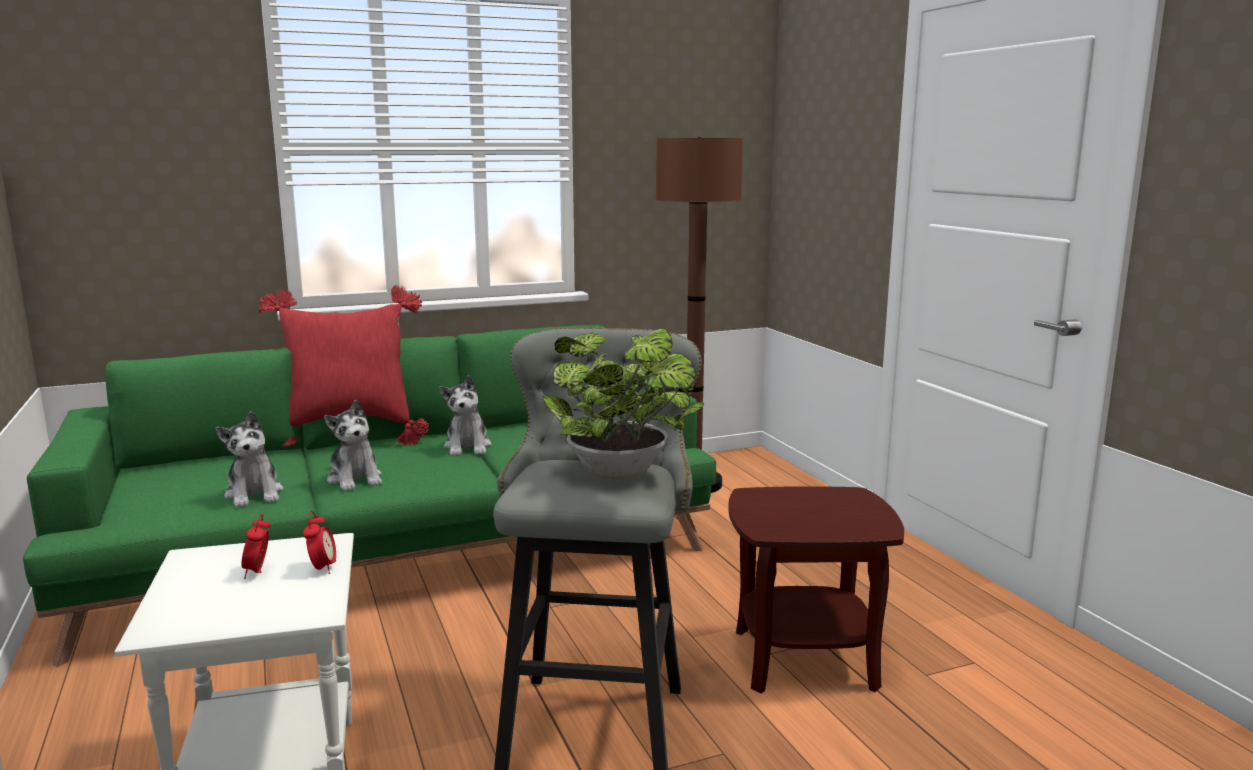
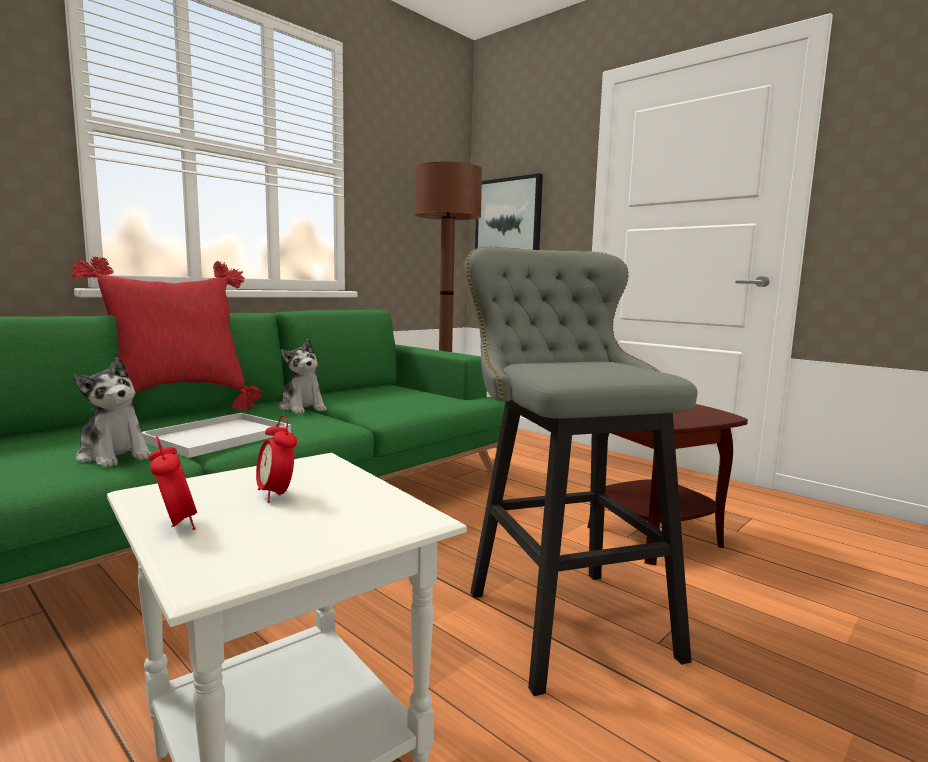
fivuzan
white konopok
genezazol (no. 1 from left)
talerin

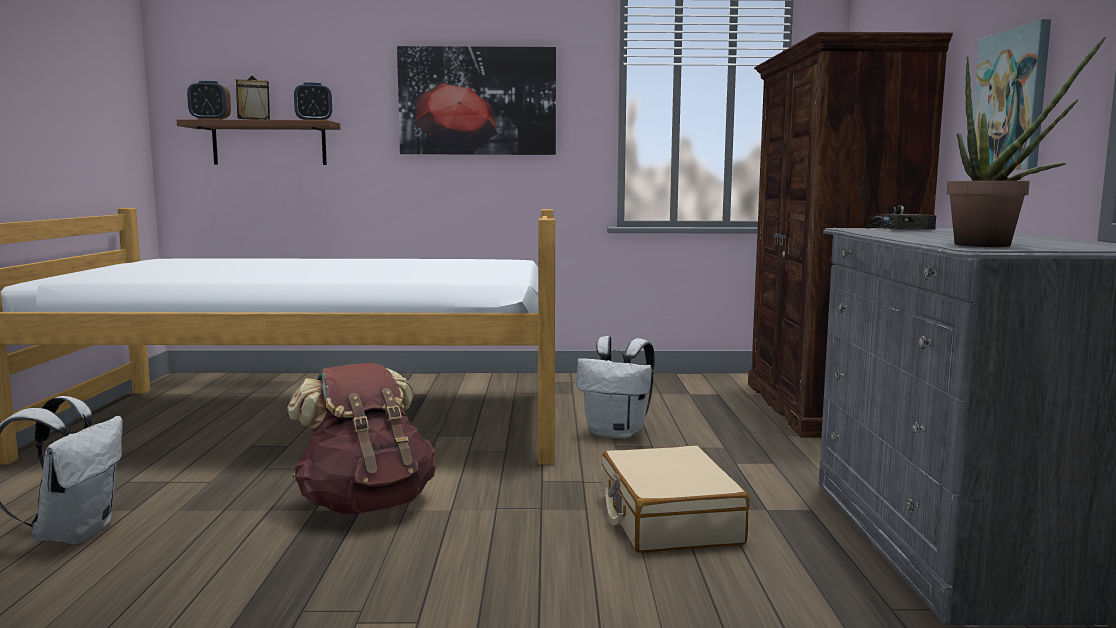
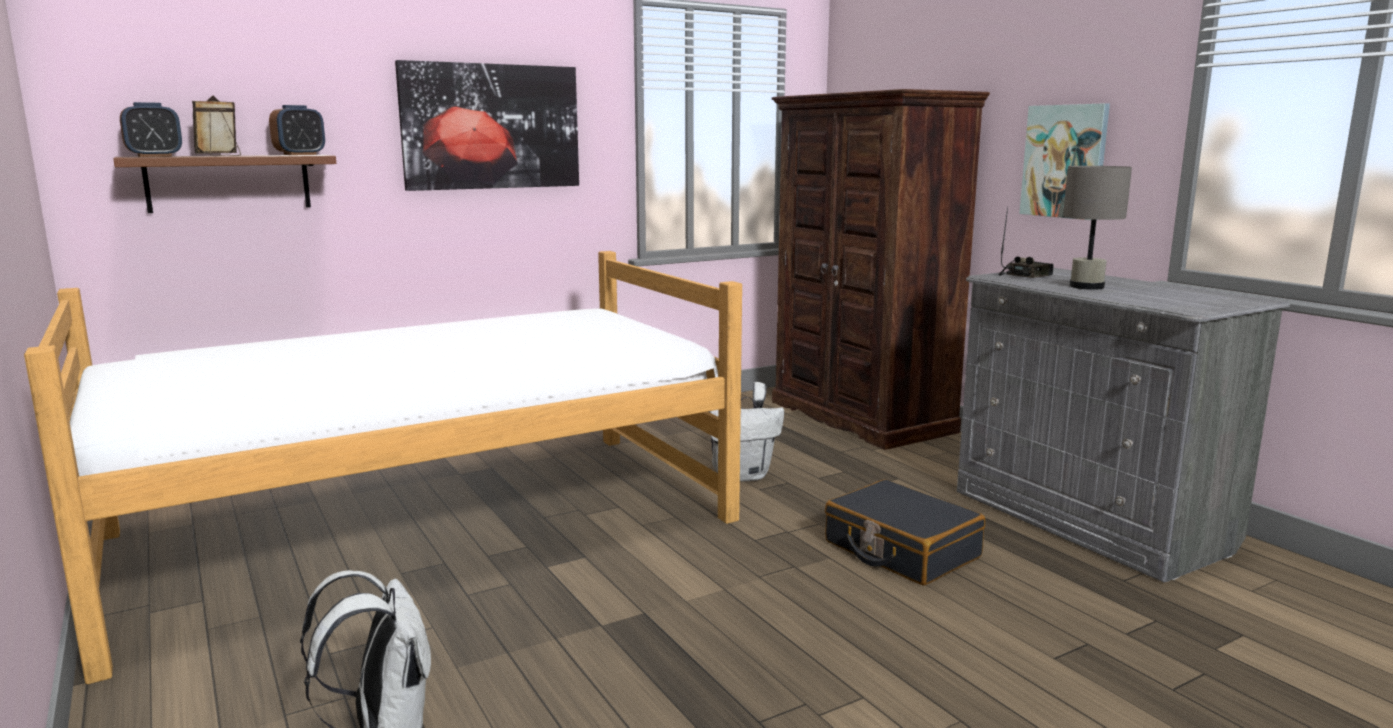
fivuzan
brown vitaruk
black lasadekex
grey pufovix

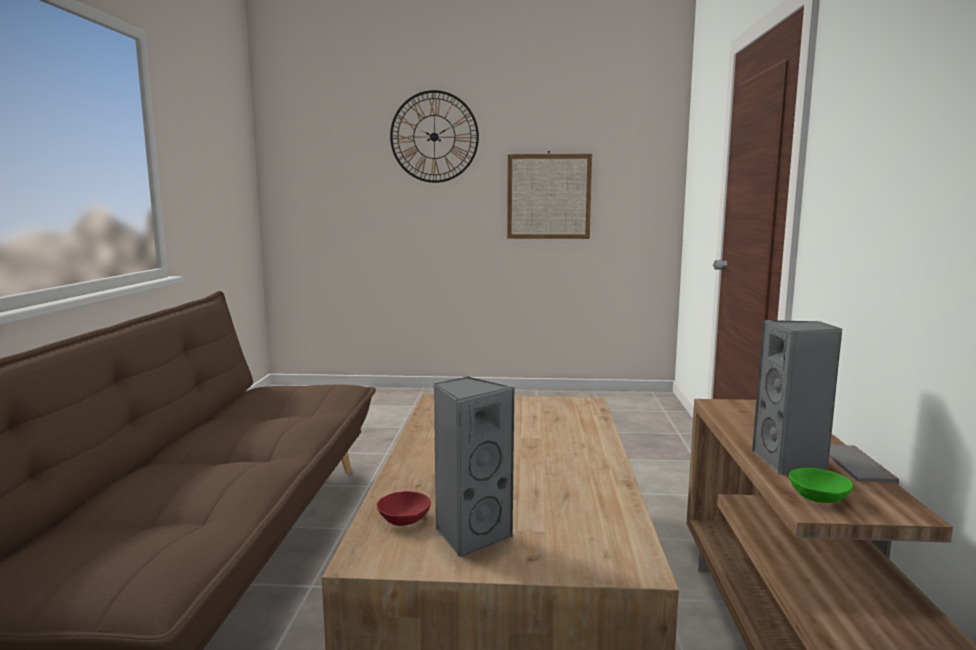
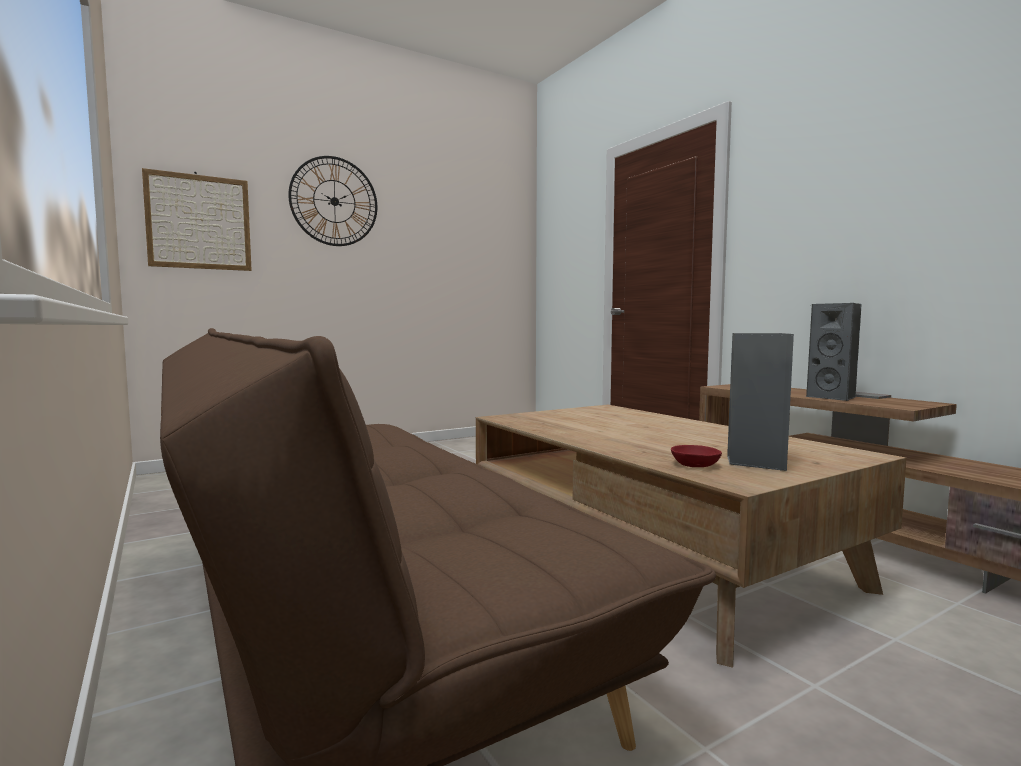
talerin
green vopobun

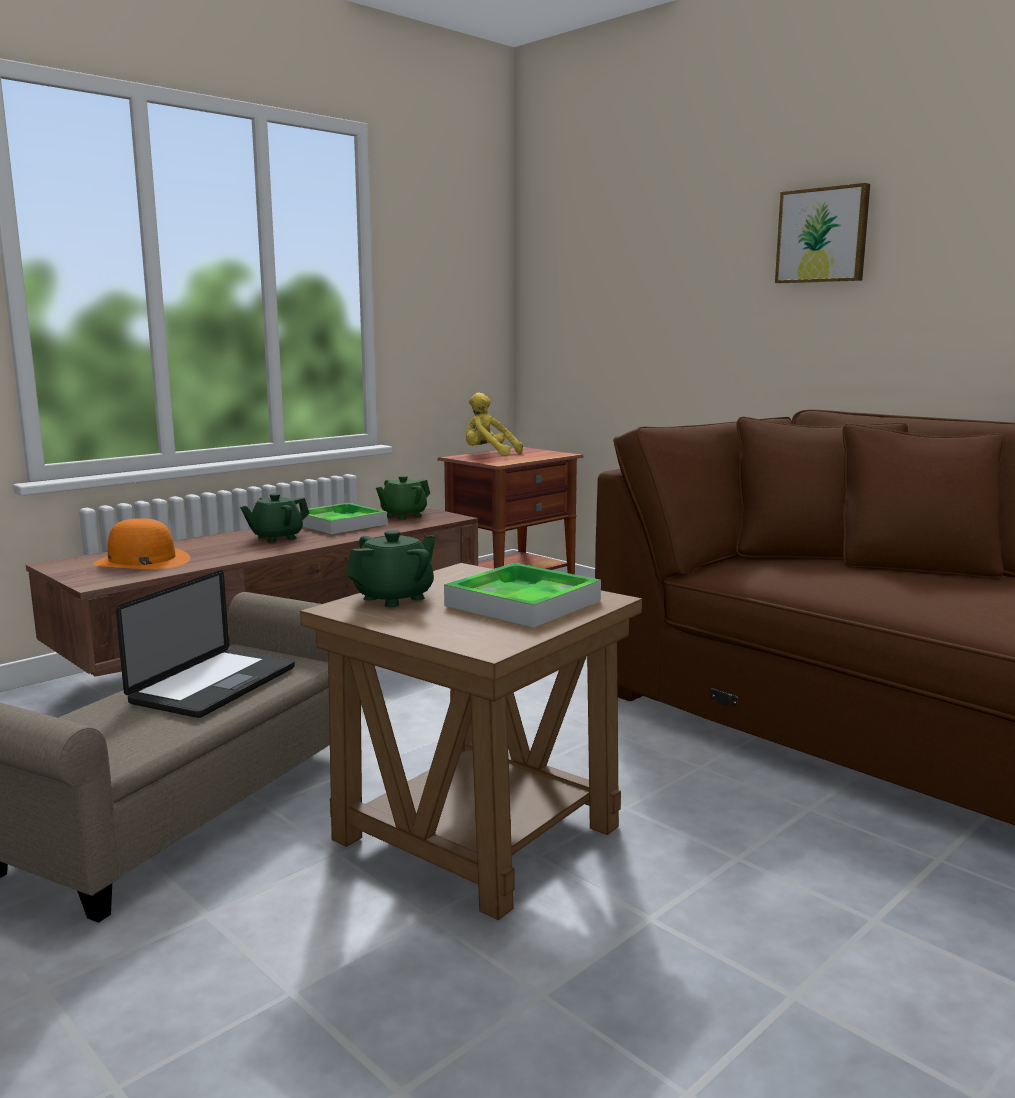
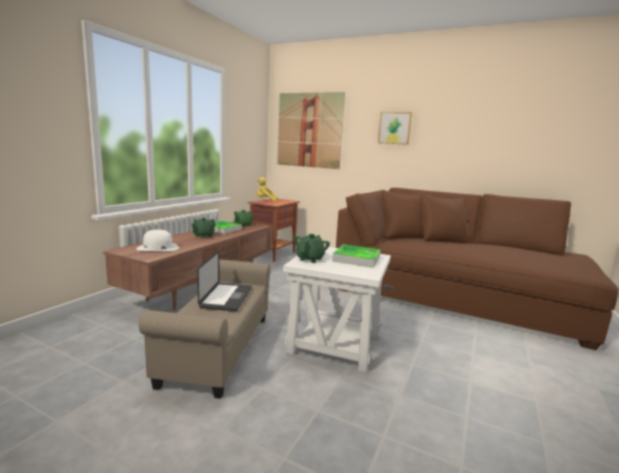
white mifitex
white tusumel
talerin (no. 1 from left)

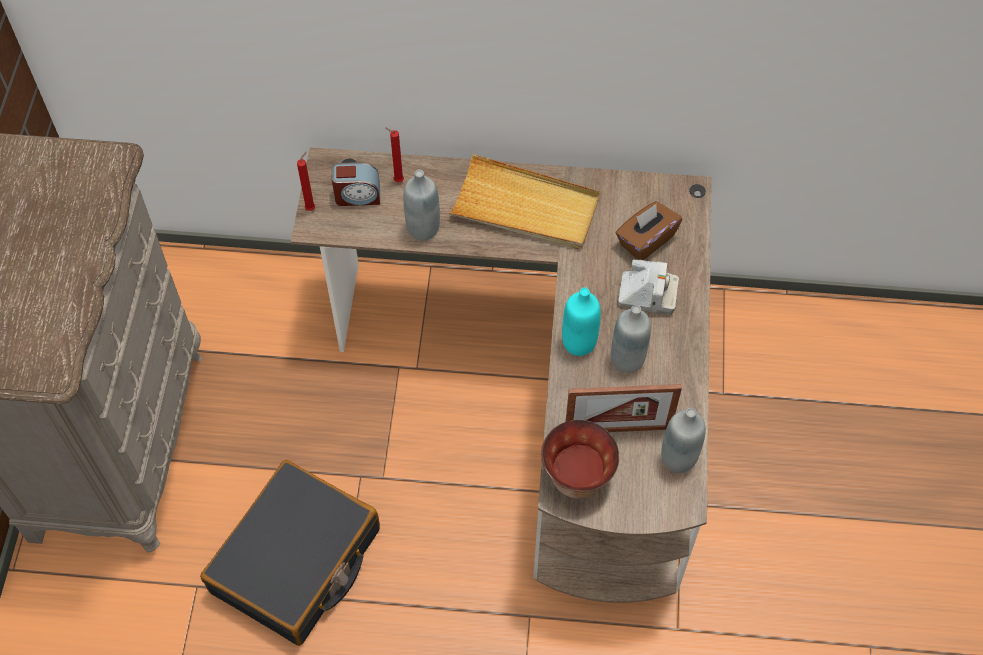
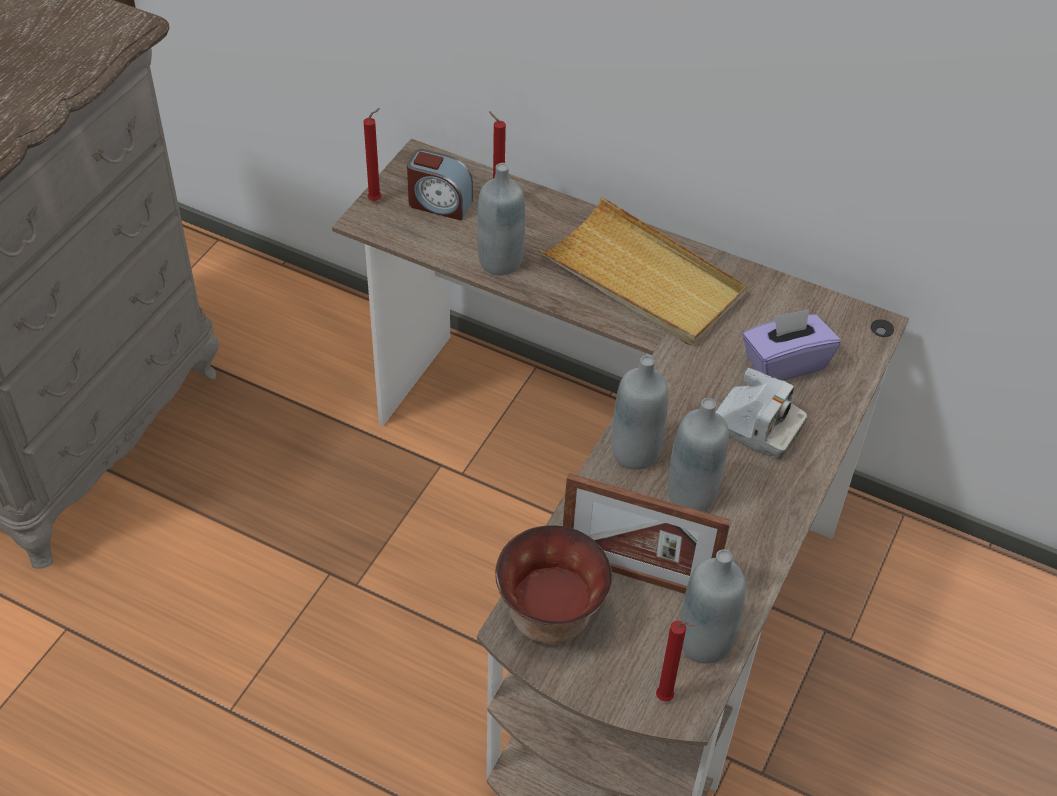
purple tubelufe
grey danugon (no. 2 from left)
black lasadekex
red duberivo (no. 3 from left)

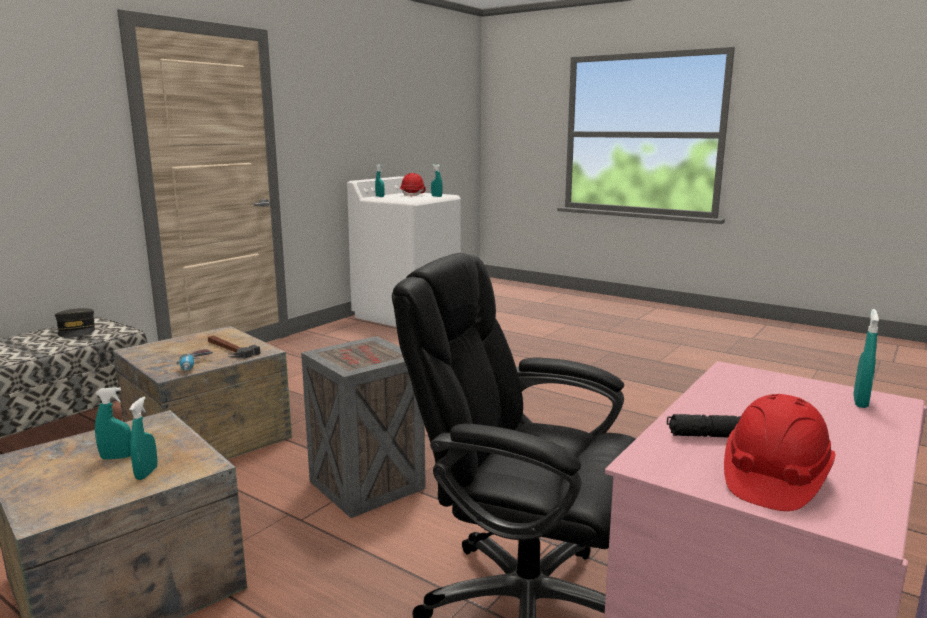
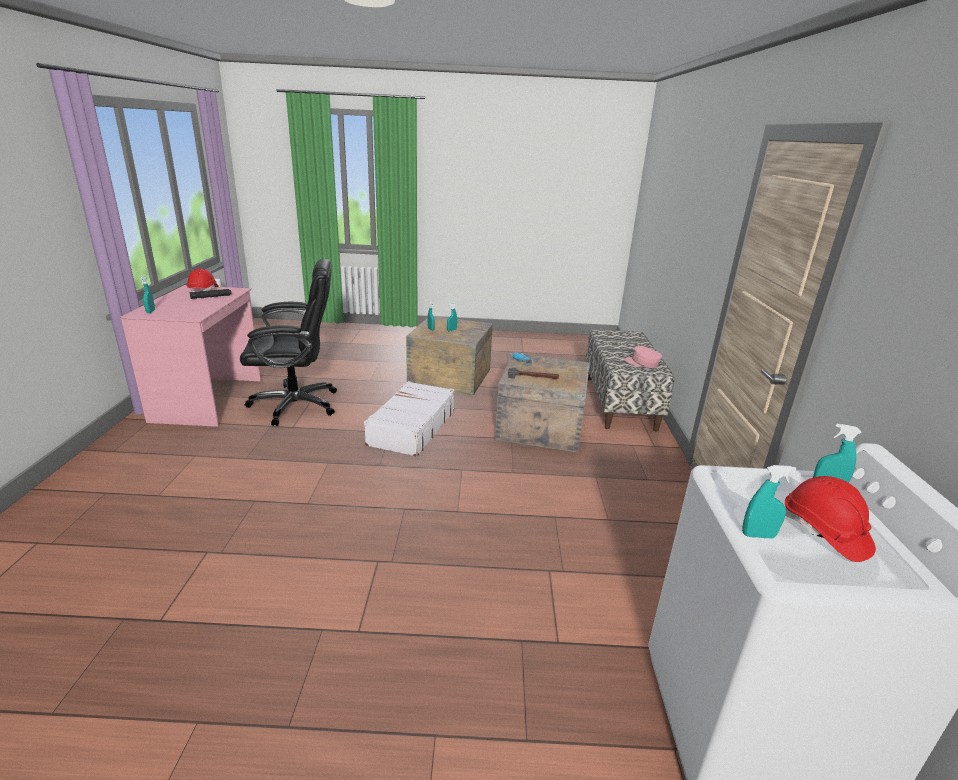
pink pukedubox
white lasadekex

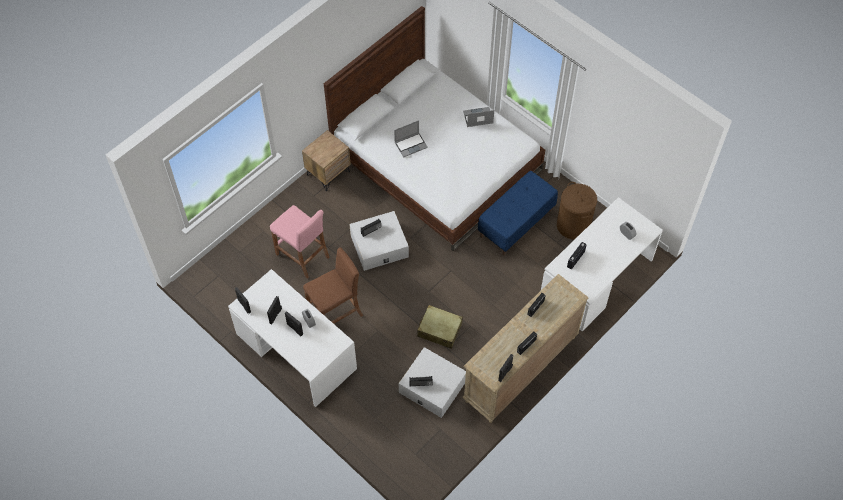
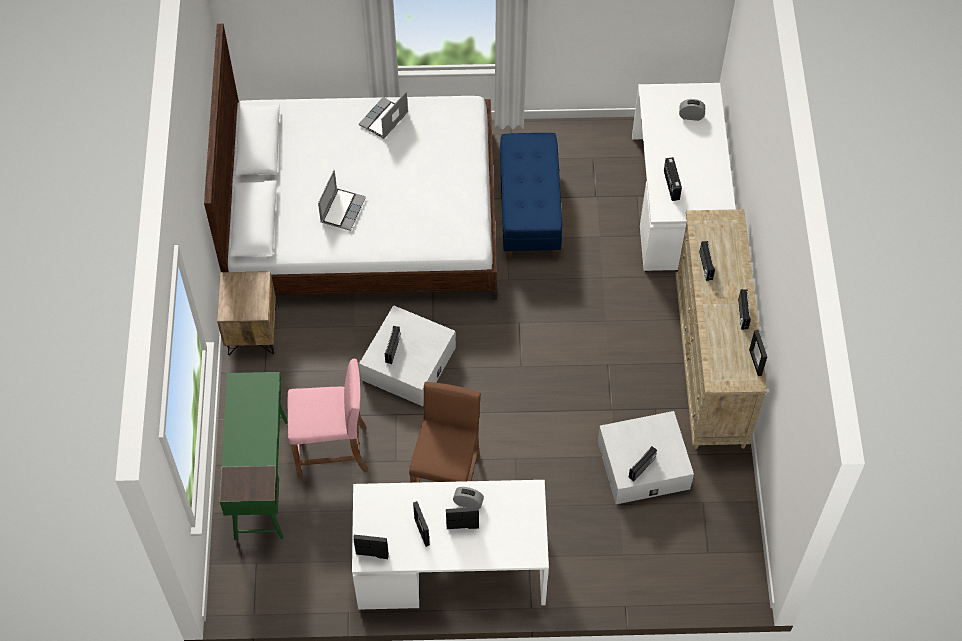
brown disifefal
beige lasadekex
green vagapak

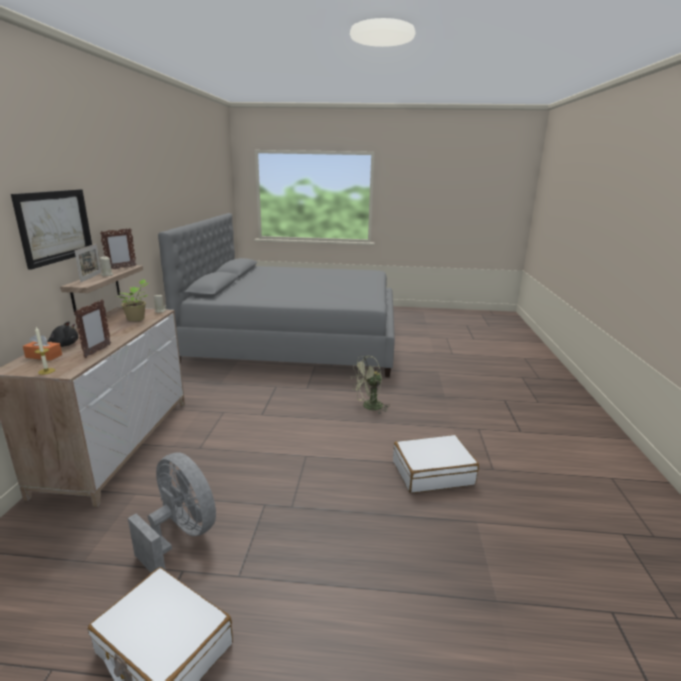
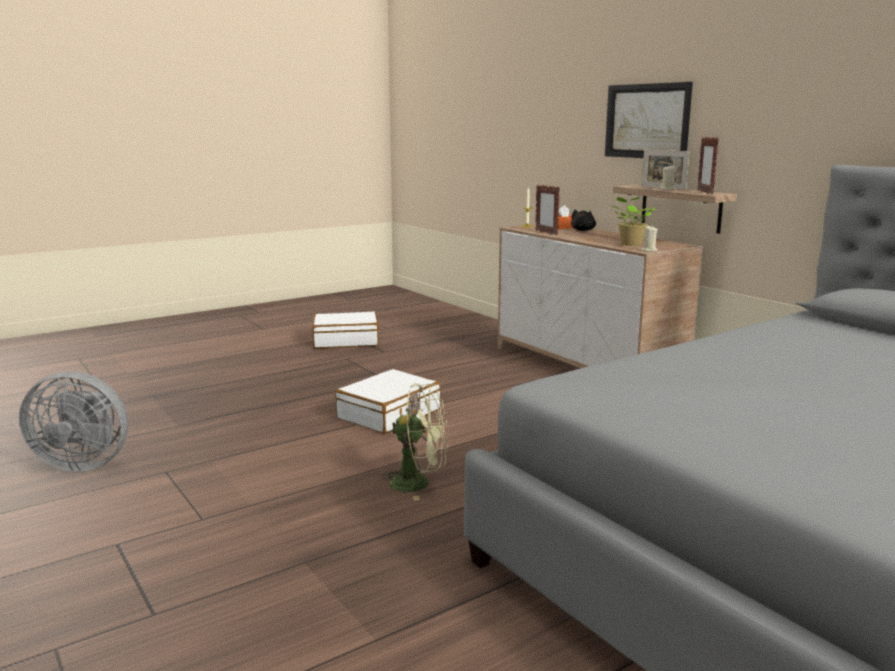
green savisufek
white lasadekex (no. 2 from left)
grey savisufek

